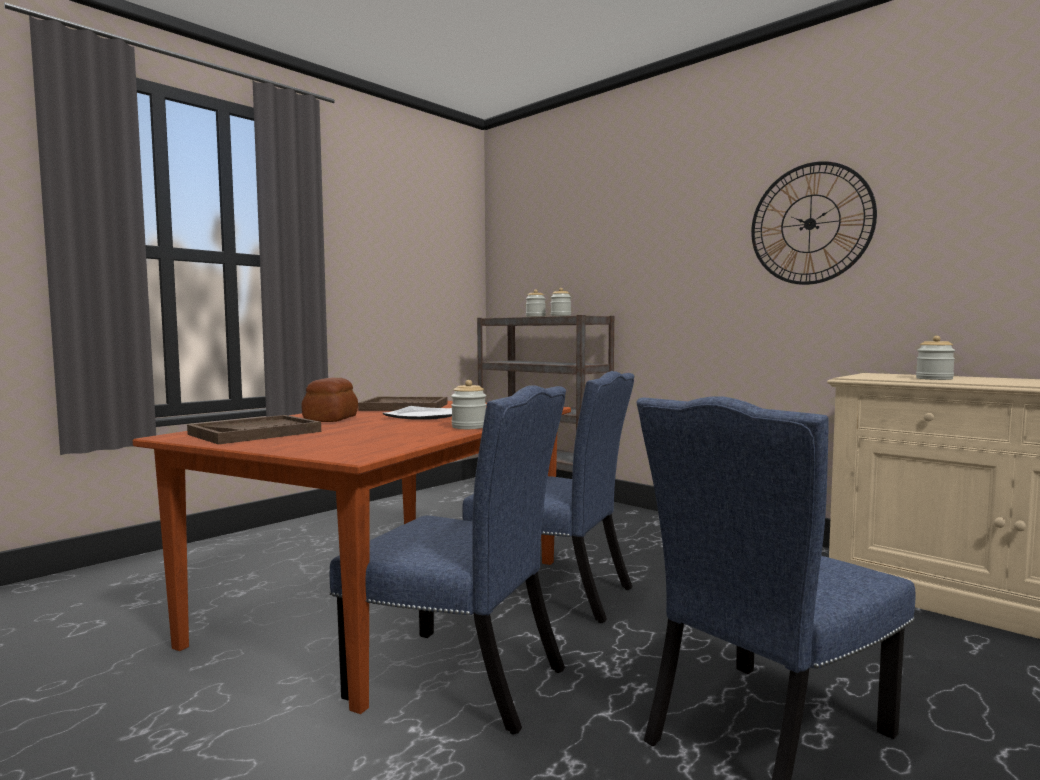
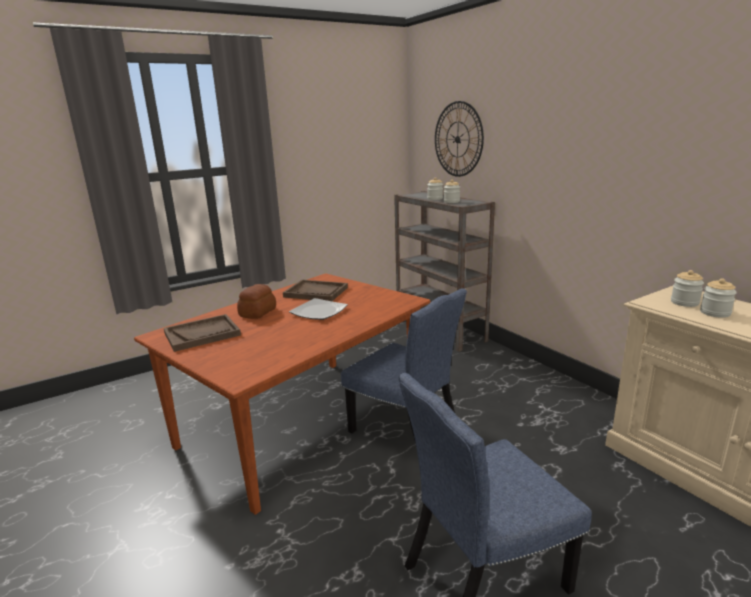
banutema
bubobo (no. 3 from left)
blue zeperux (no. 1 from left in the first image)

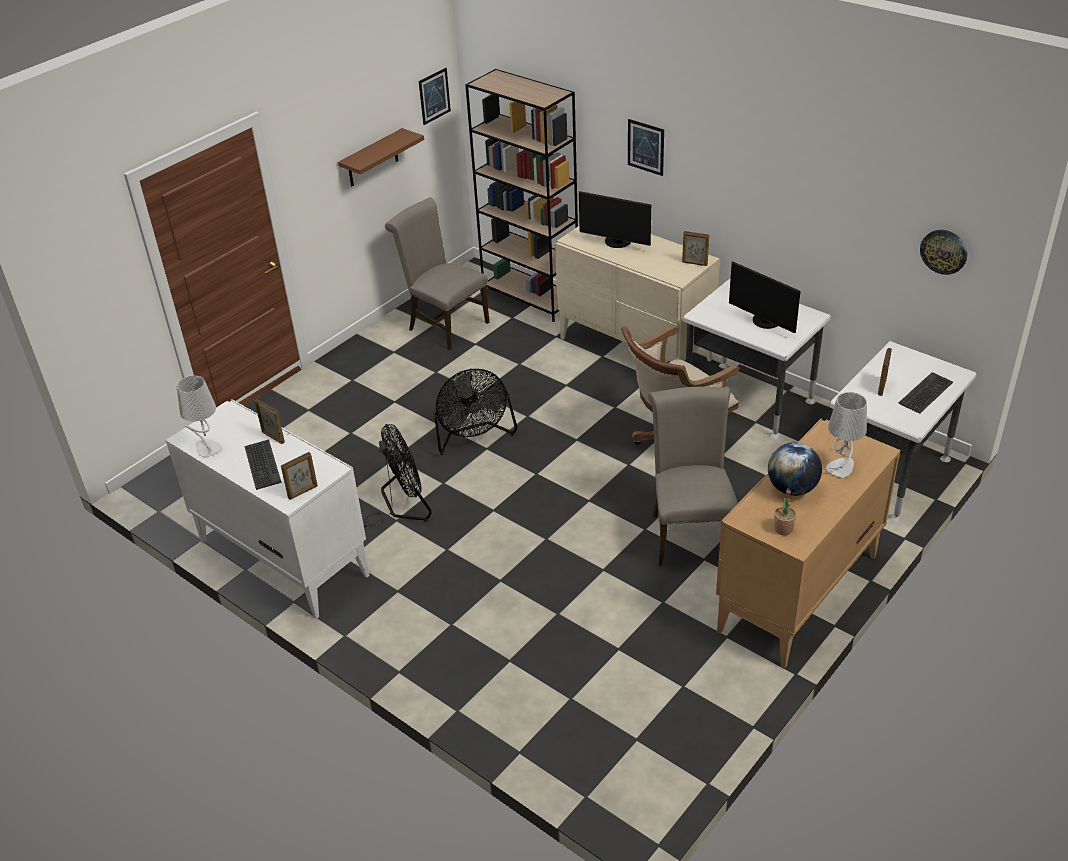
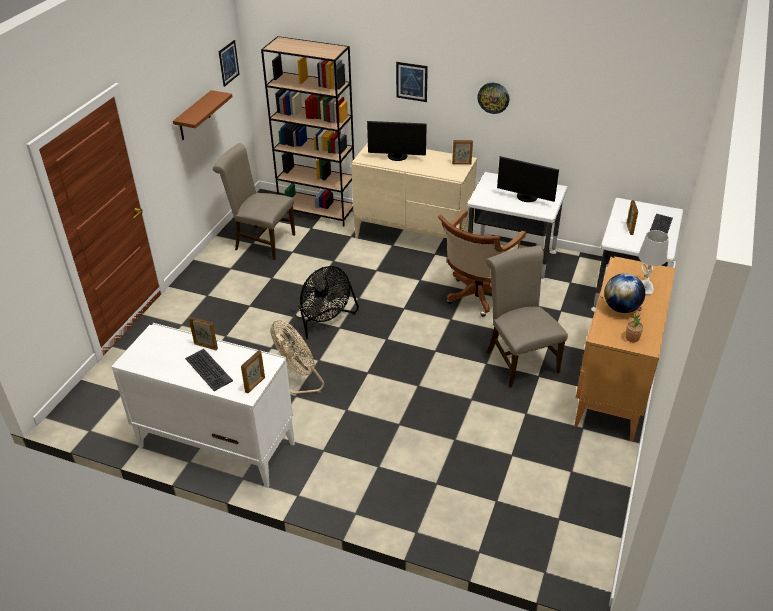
banutema
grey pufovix (no. 1 from left in the first image)
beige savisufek

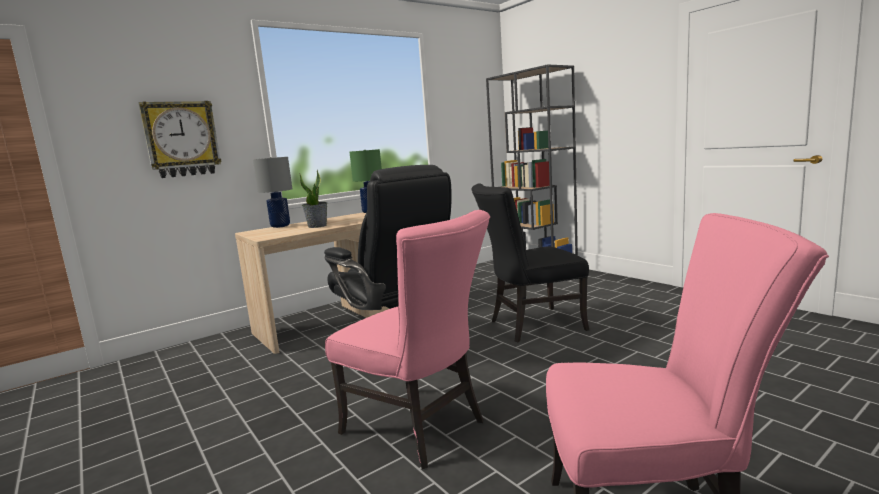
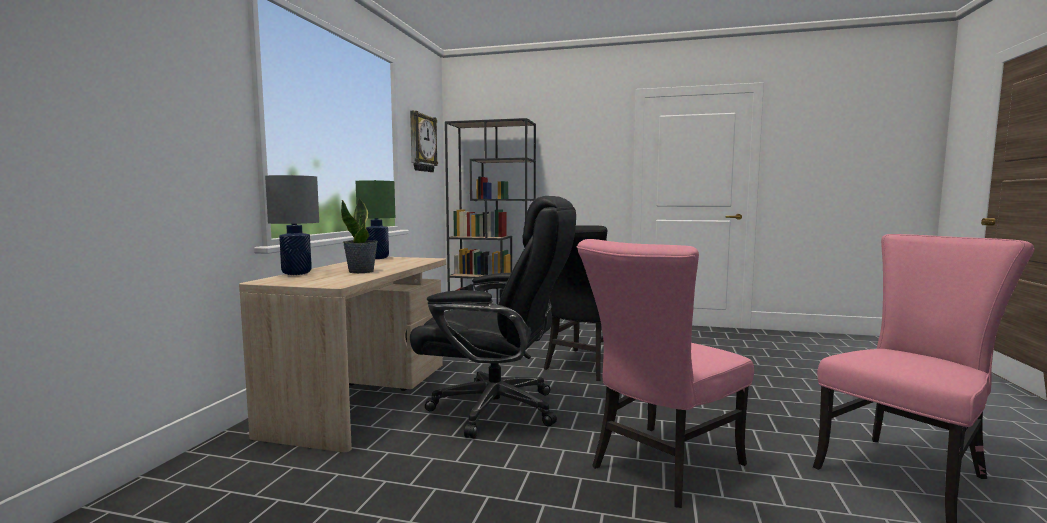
banutema
pink zeperux (no. 1 from left)

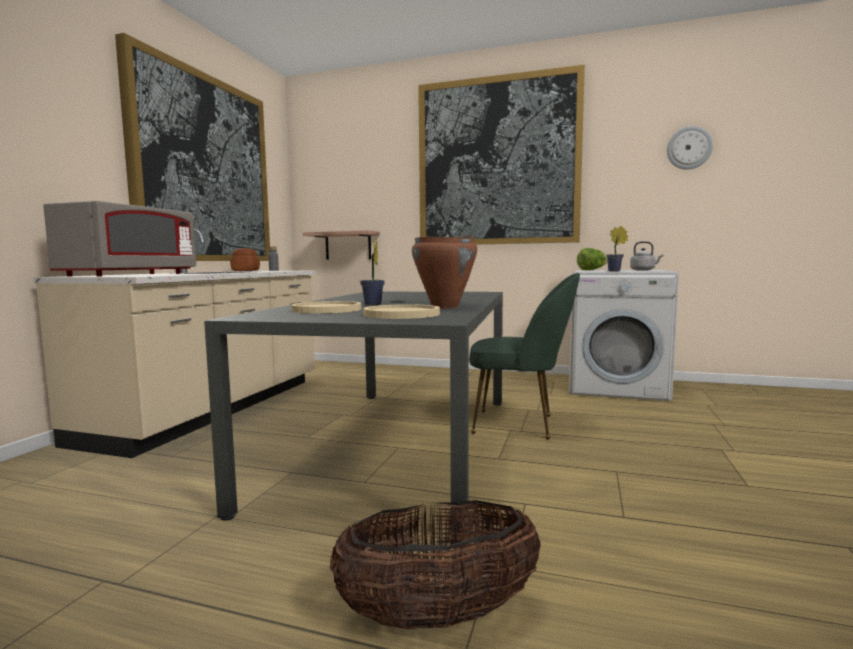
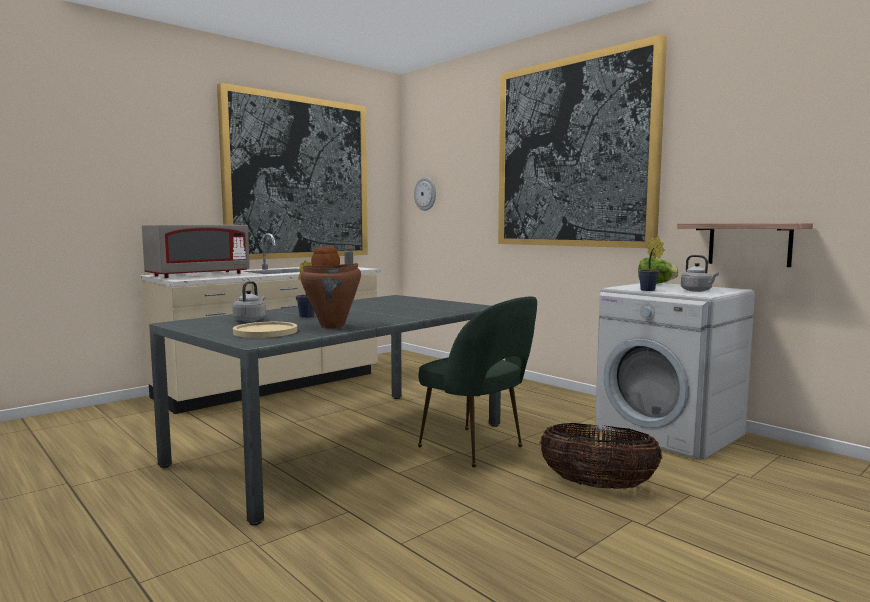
banutema
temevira
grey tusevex (no. 1 from left)
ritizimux

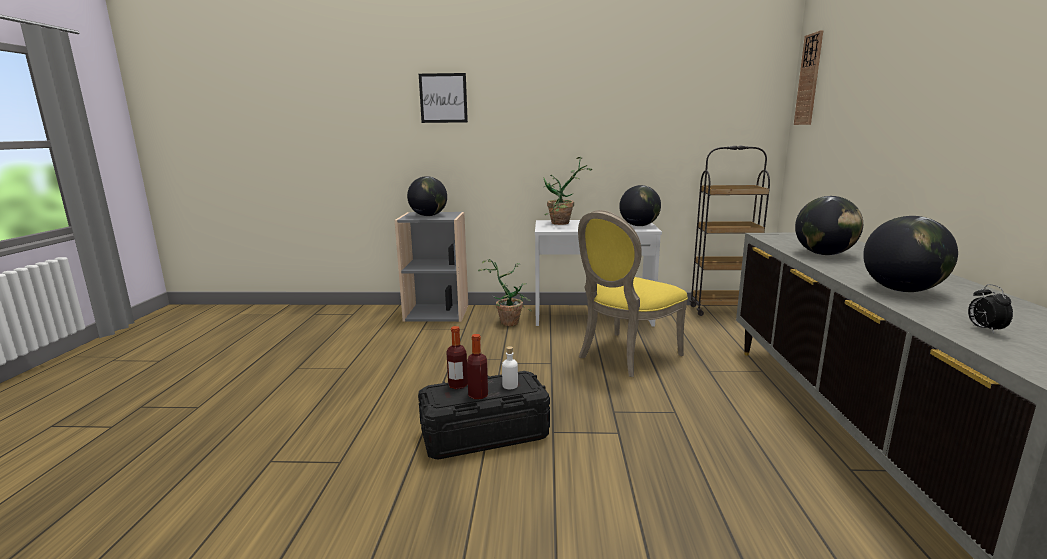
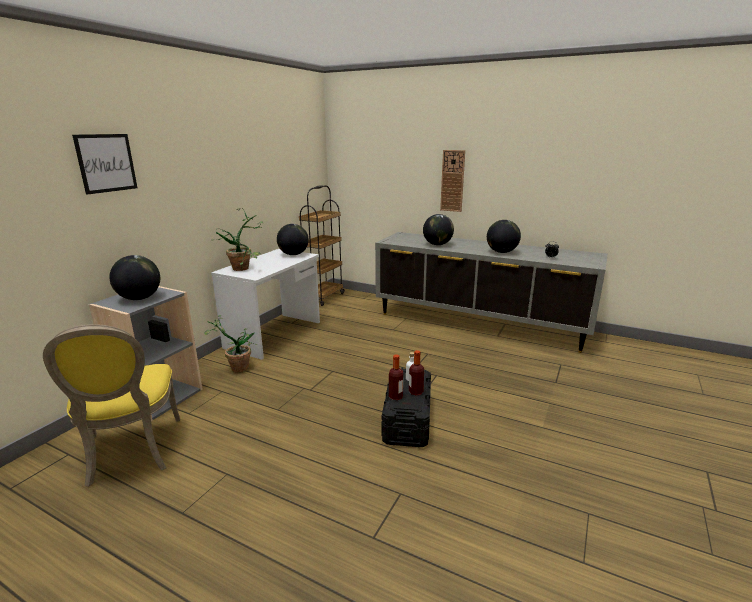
banutema
yellow zeperux

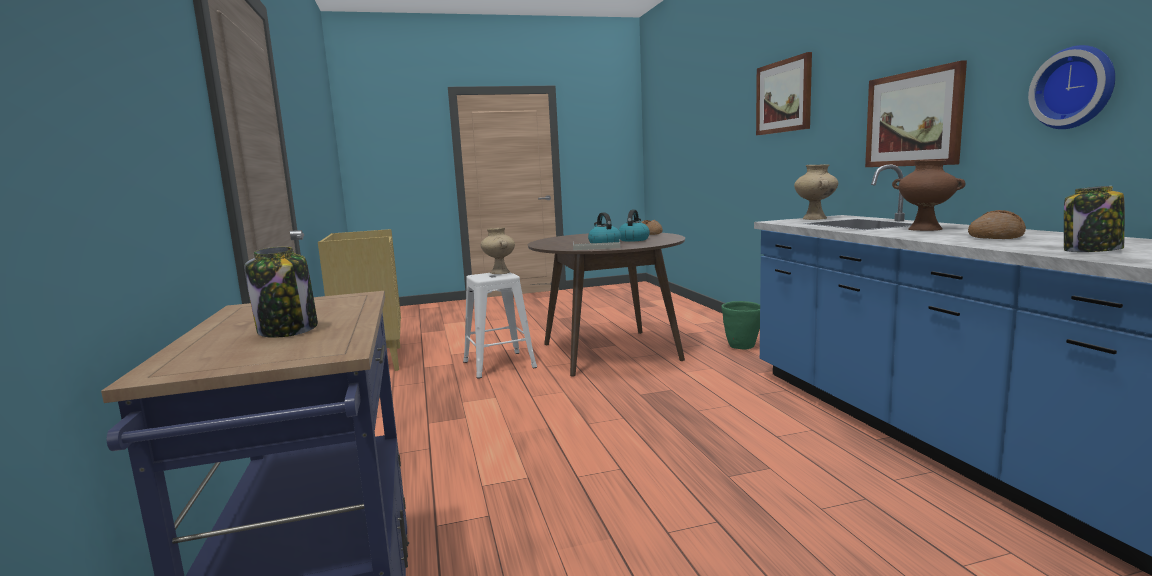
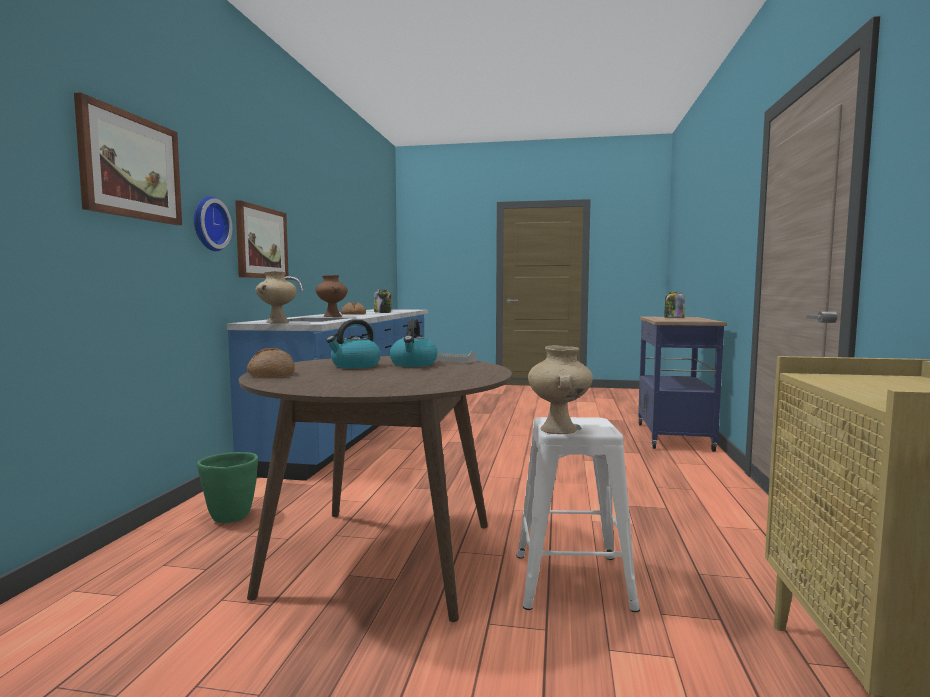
banutema

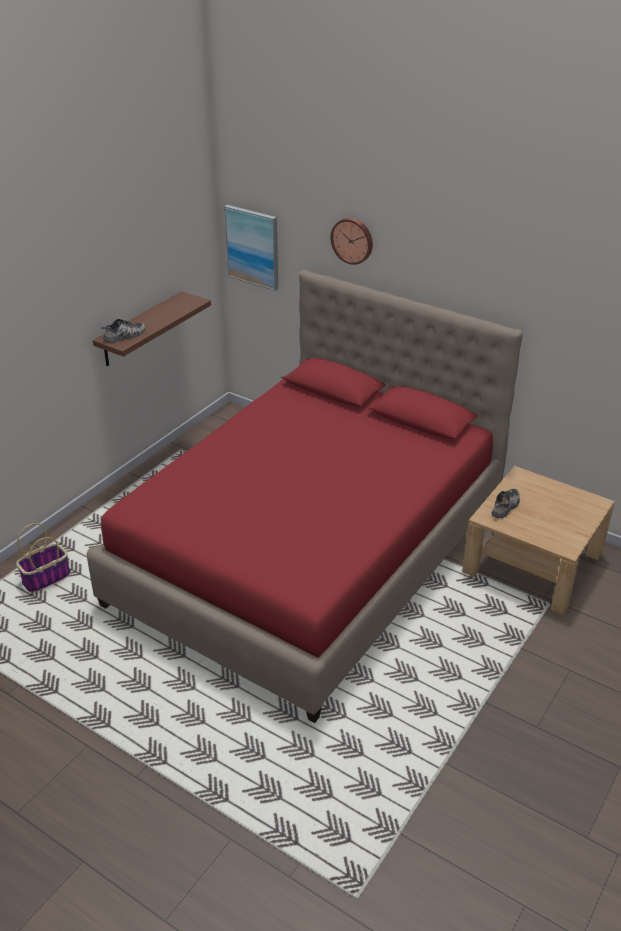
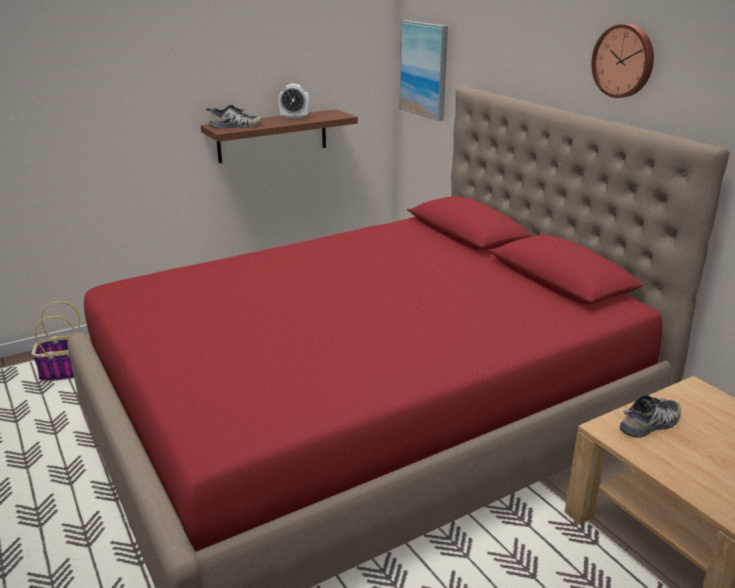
banutema
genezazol

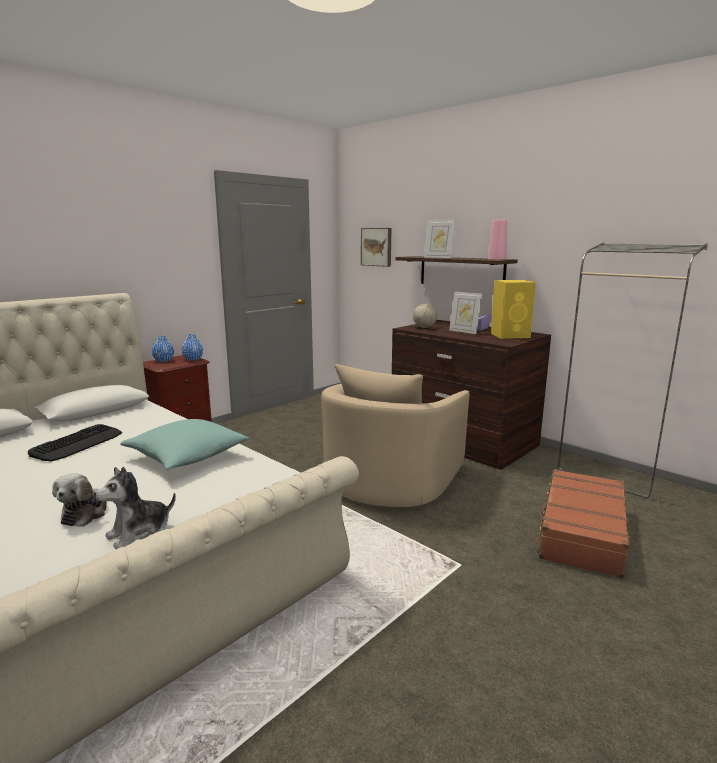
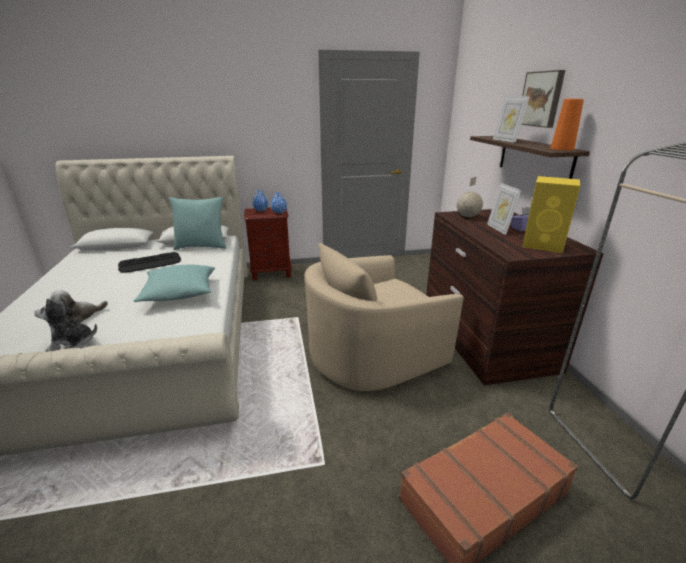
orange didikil
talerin
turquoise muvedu (no. 2 from left)

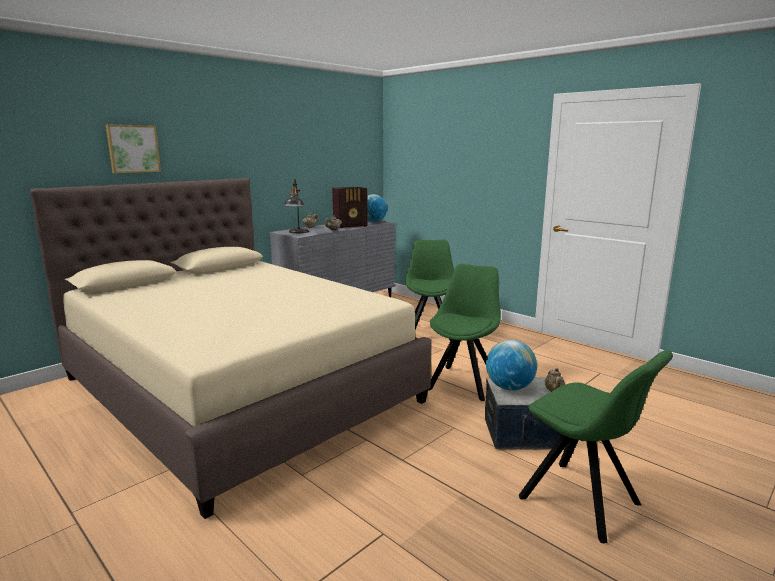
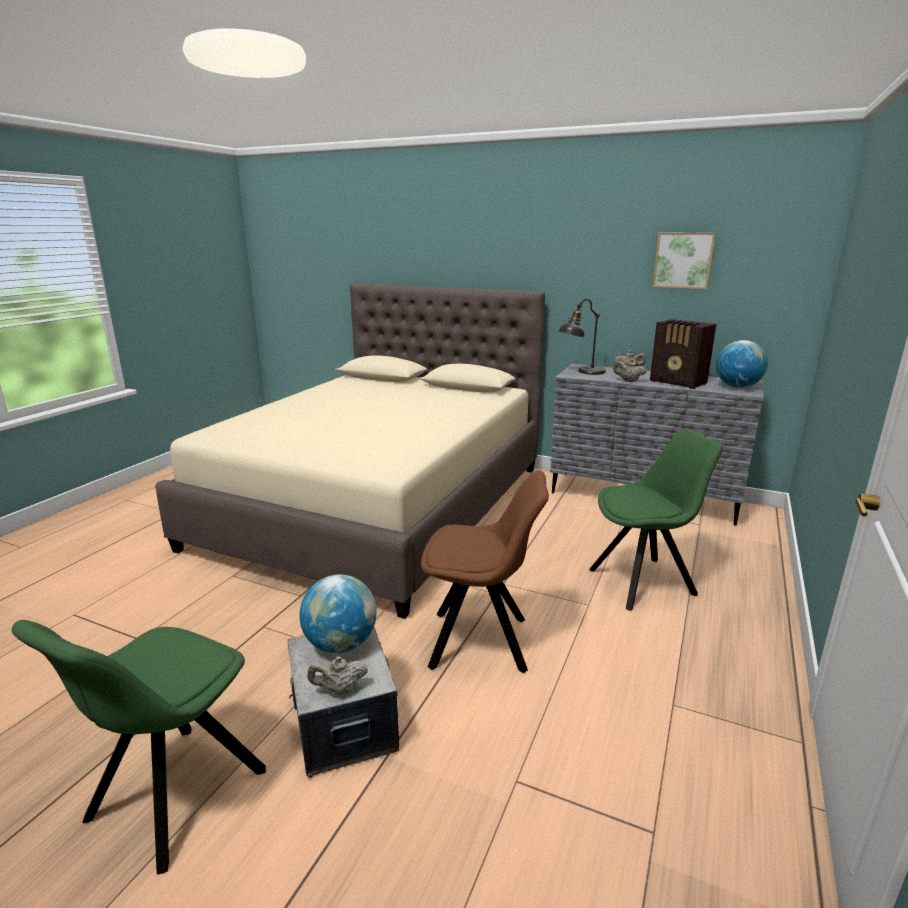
talerin
brown zeperux

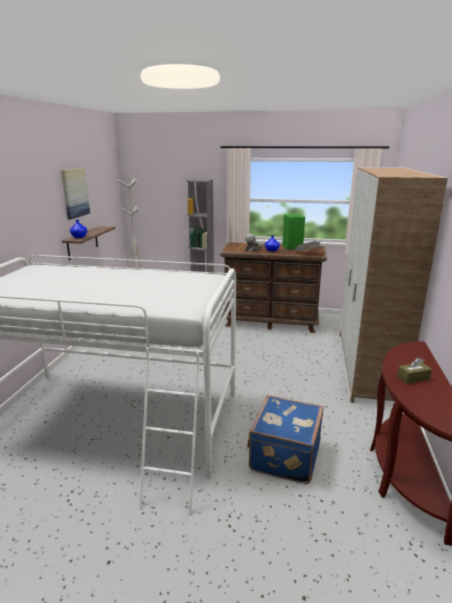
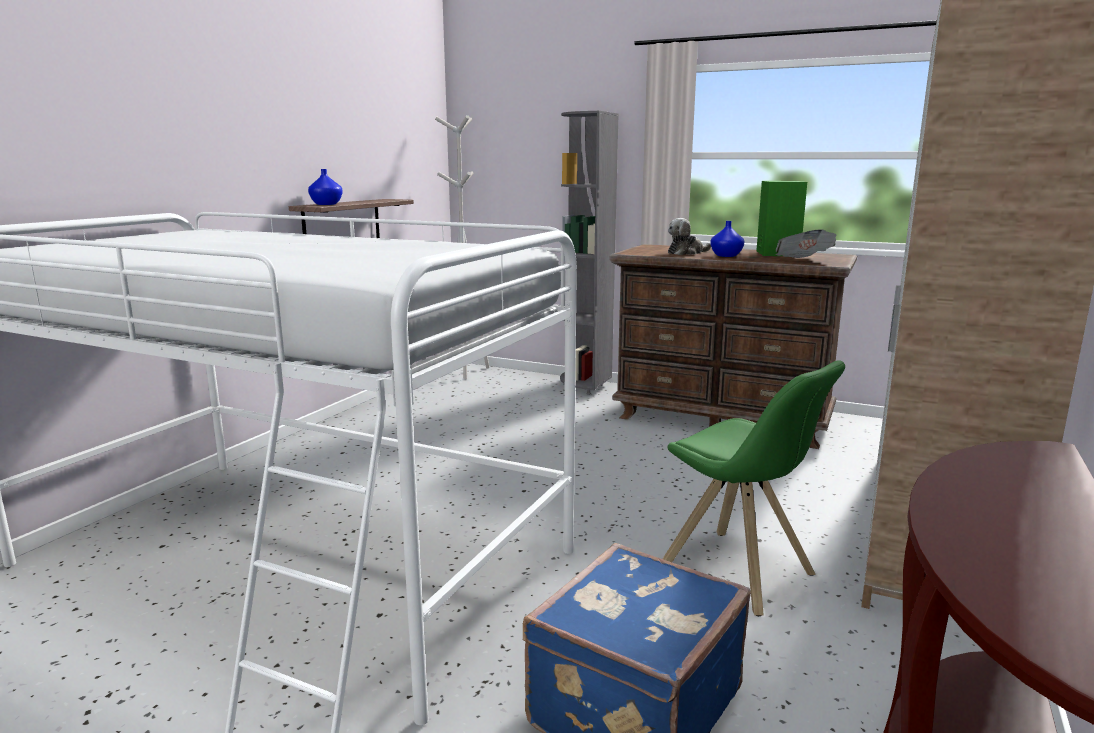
talerin
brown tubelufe
green zeperux

